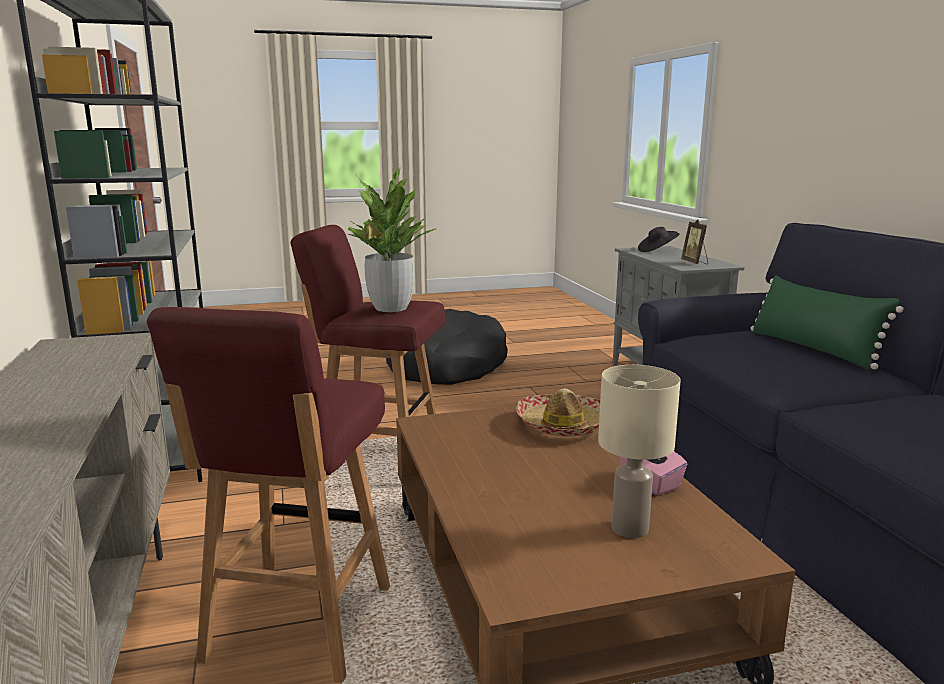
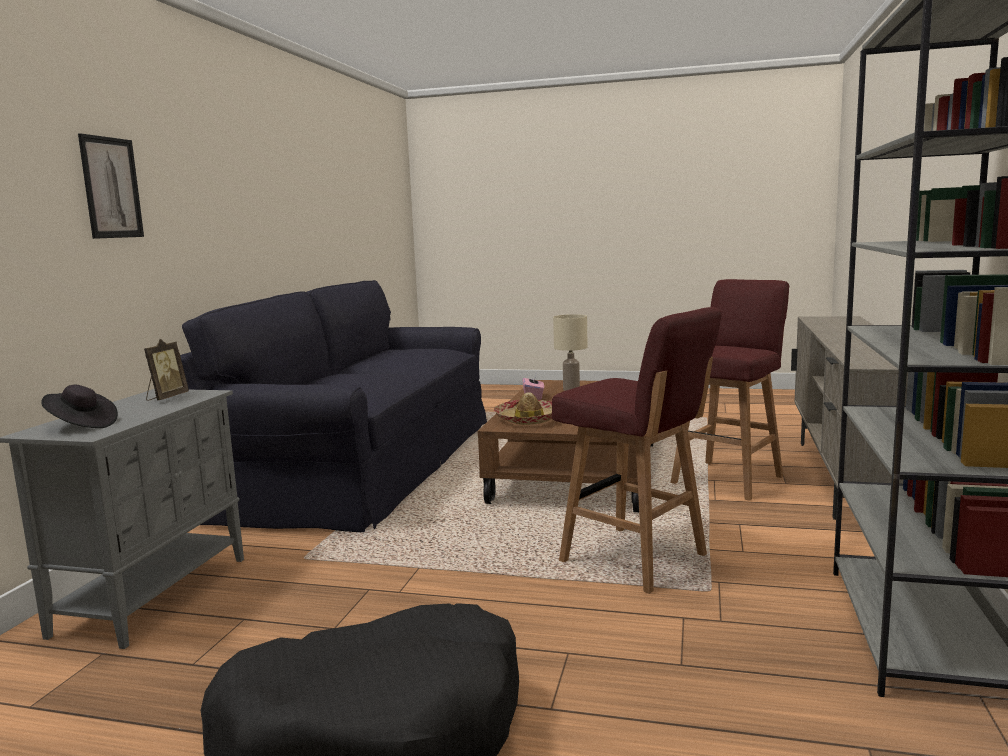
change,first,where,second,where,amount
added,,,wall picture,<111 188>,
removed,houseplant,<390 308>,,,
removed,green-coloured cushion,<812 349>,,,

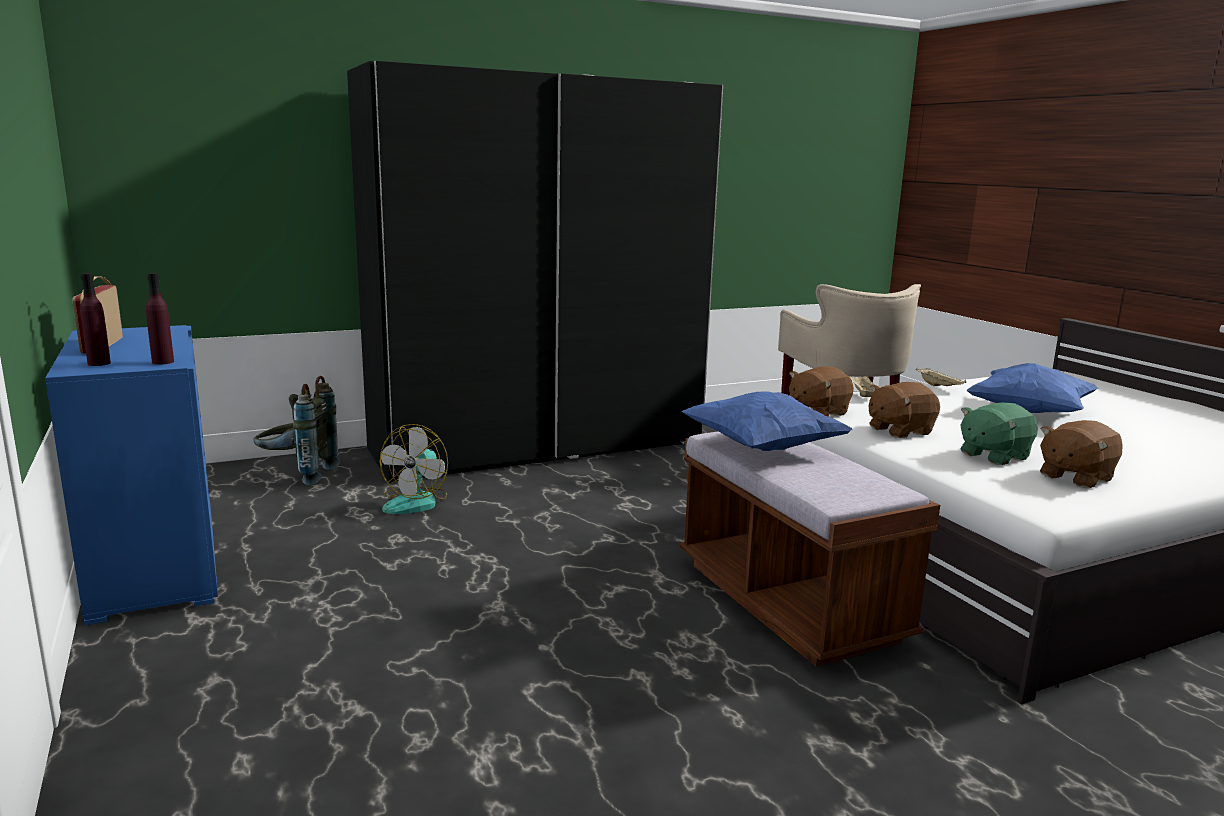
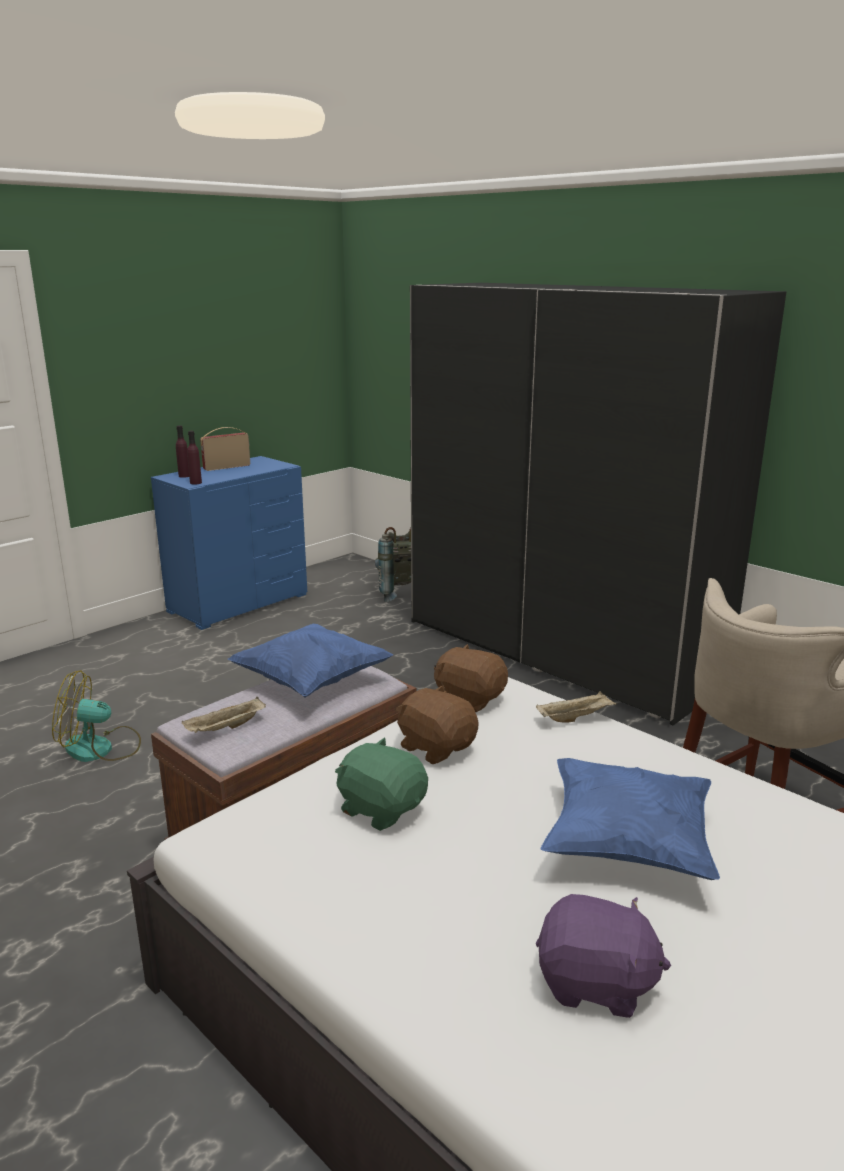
change,first,where,second,where,amount
moved,electric fan,<417 502>,,<100 748>,
moved,beige carrying tray,<939 386>,,<225 728>,
added,,,purplish cuddly toy,<595 984>,
removed,brown cuddly toy,<1075 477>,,,

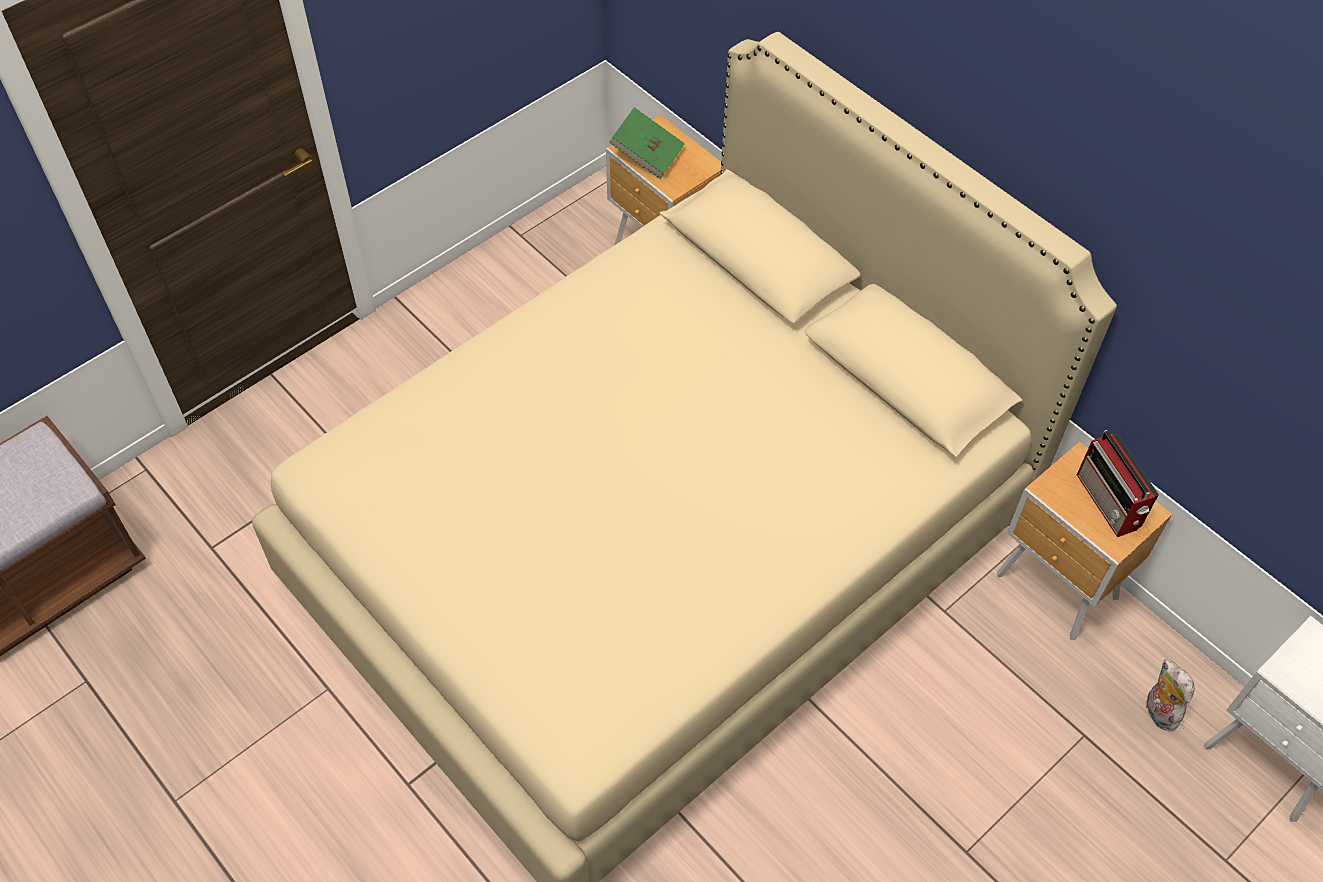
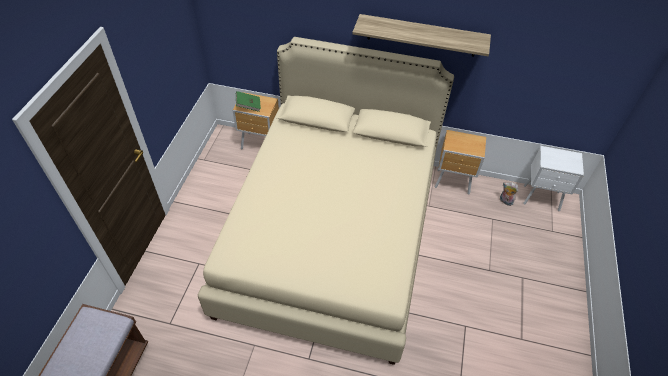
change,first,where,second,where,amount
added,,,wall shelf,<422 35>,
removed,radio receiver,<1108 503>,,,

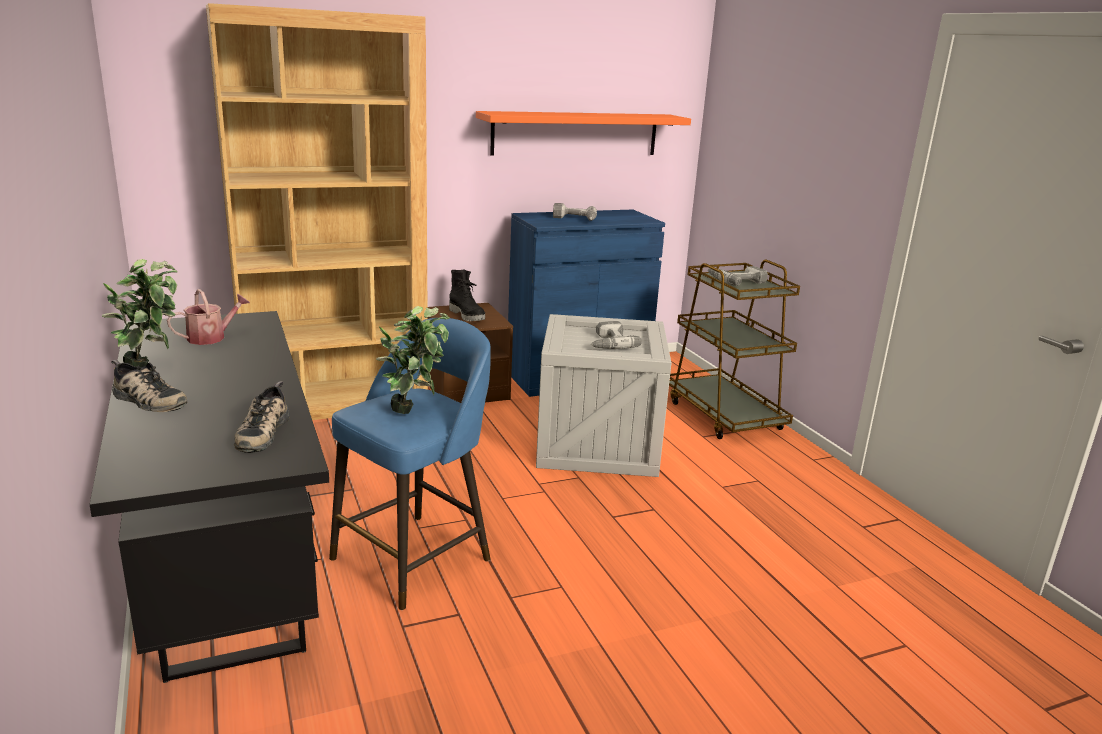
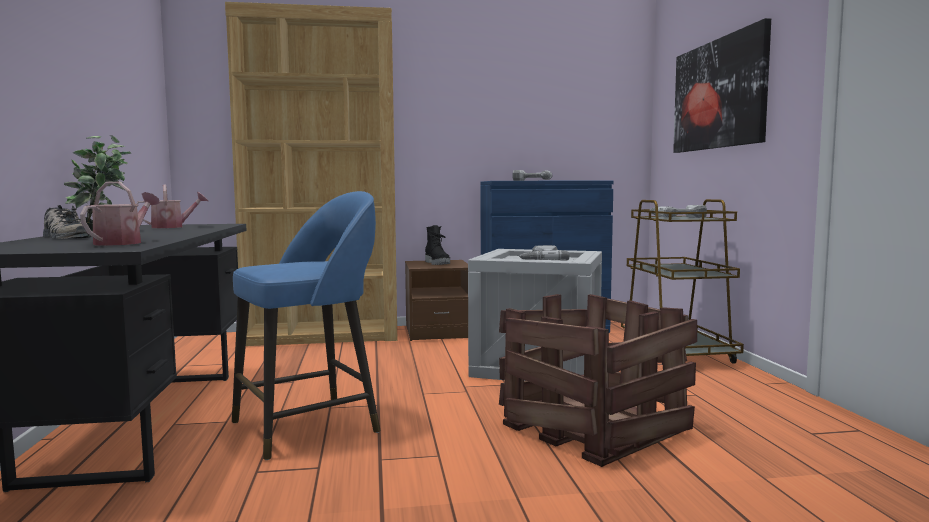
change,first,where,second,where,amount
replaced,low shoe,<261 432>,watering can,<122 243>,
added,,,packing crate,<595 427>,
added,,,wall picture,<718 94>,
removed,houseplant,<415 409>,,,
removed,orange-coloured wall shelf,<576 134>,,,

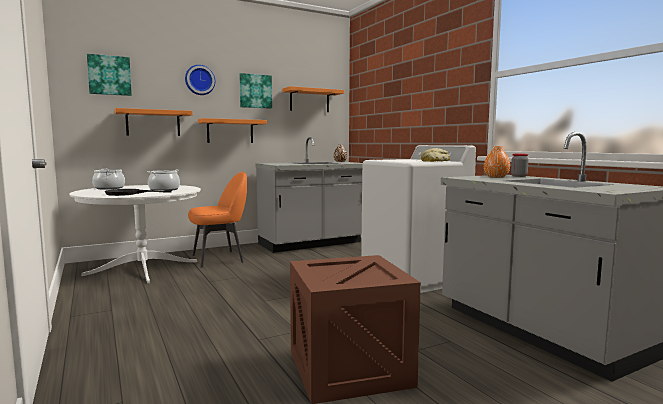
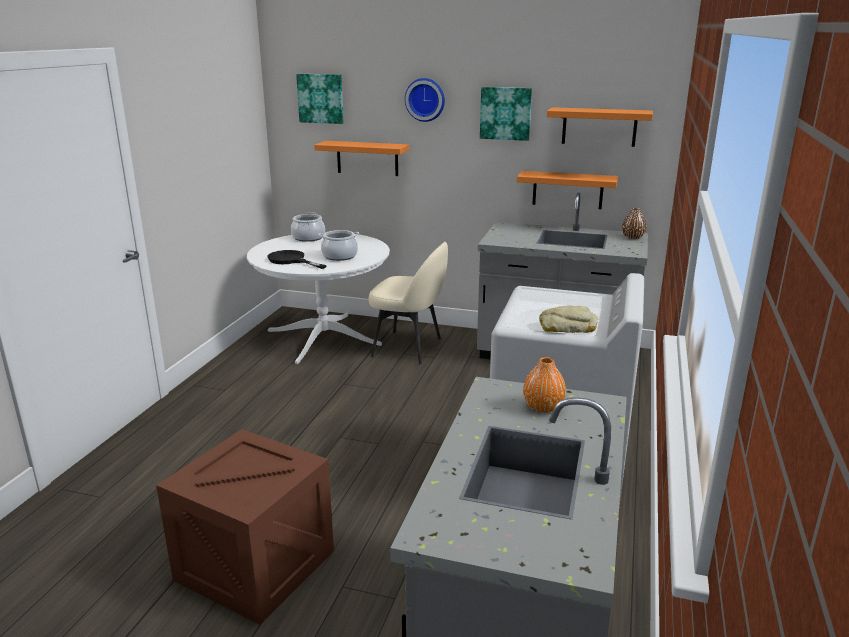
change,first,where,second,where,amount
recoloured,orange-coloured upright chair,<219 258>,beige upright chair,<409 348>,
moved,orange-coloured wall shelf,<230 131>,,<567 190>,
removed,jar,<519 176>,,,

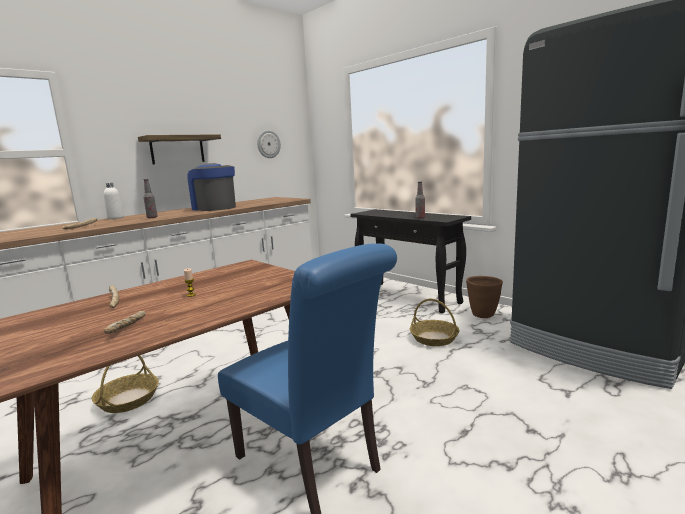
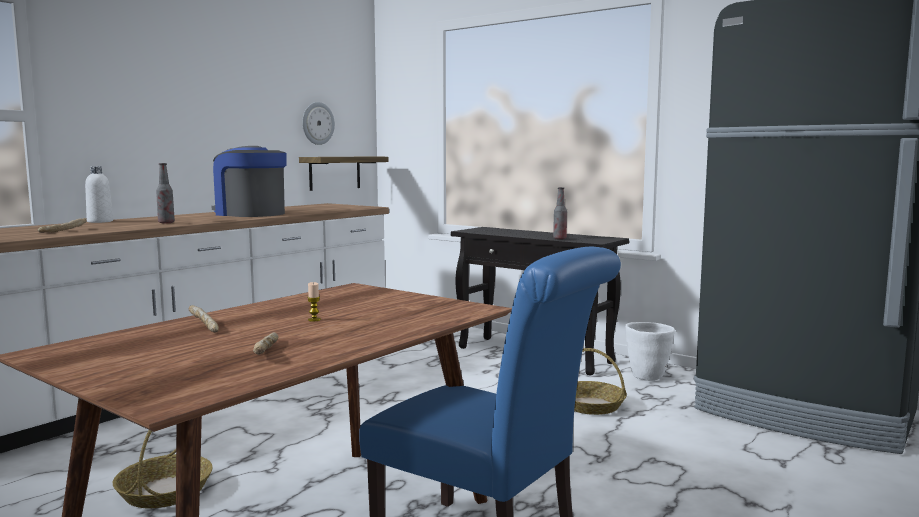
change,first,where,second,where,amount
moved,wall shelf,<177 149>,,<335 173>,
recoloured,brown flower pot,<483 315>,white-coloured flower pot,<647 376>,

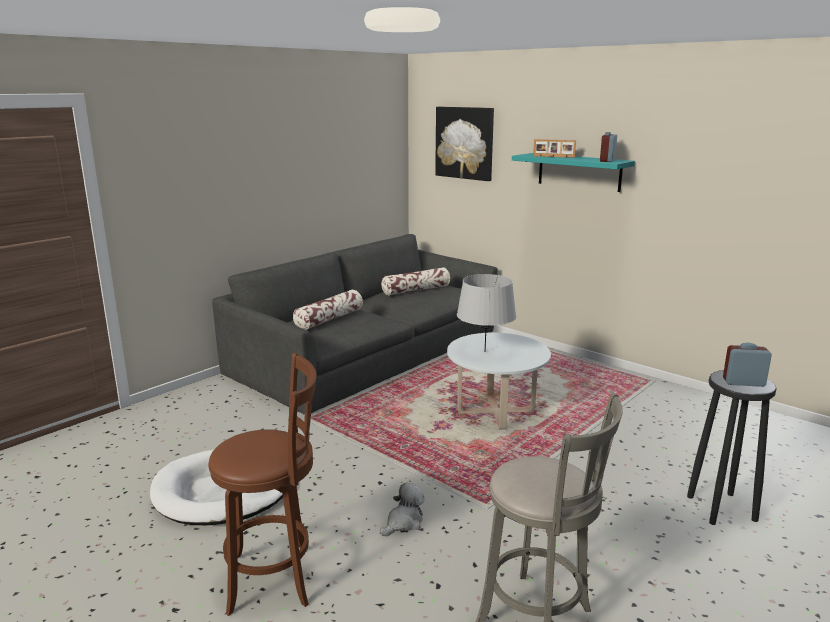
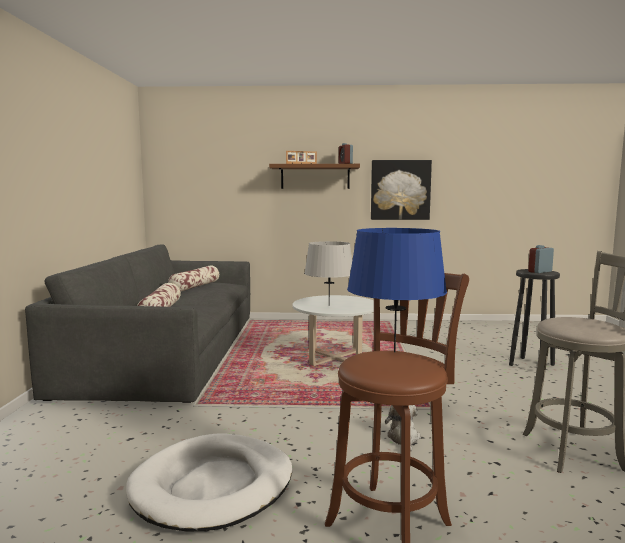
change,first,where,second,where,amount
recoloured,turquoise-coloured wall shelf,<579 172>,brown wall shelf,<315 177>,
added,,,blue lamp for a table,<395 352>,
moved,wall picture,<464 143>,,<400 190>,

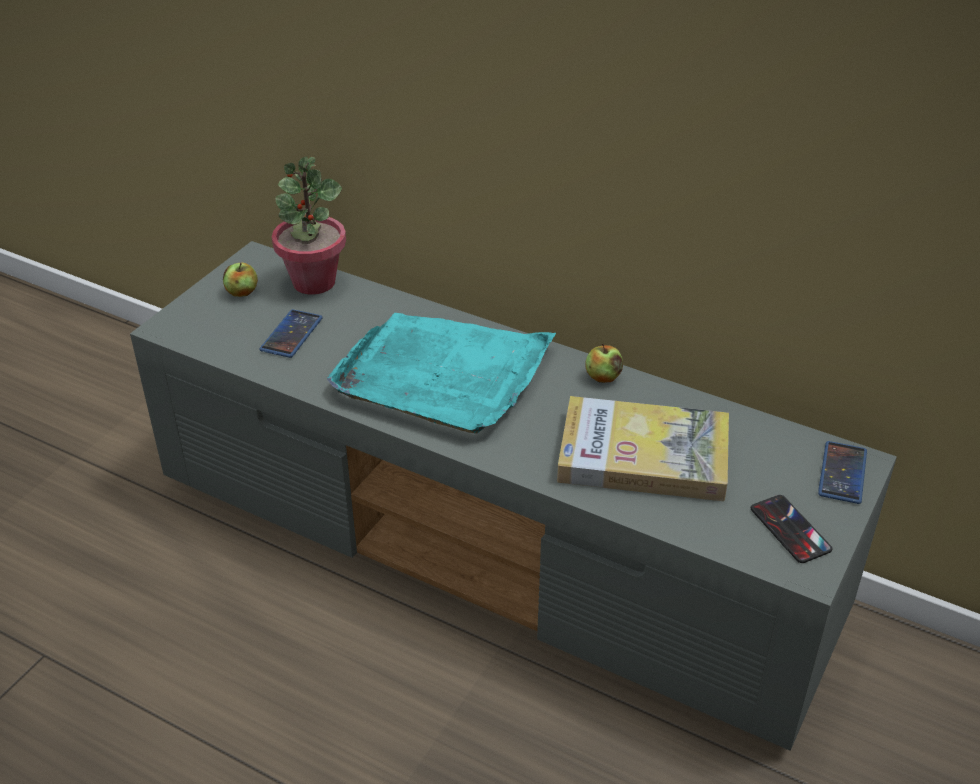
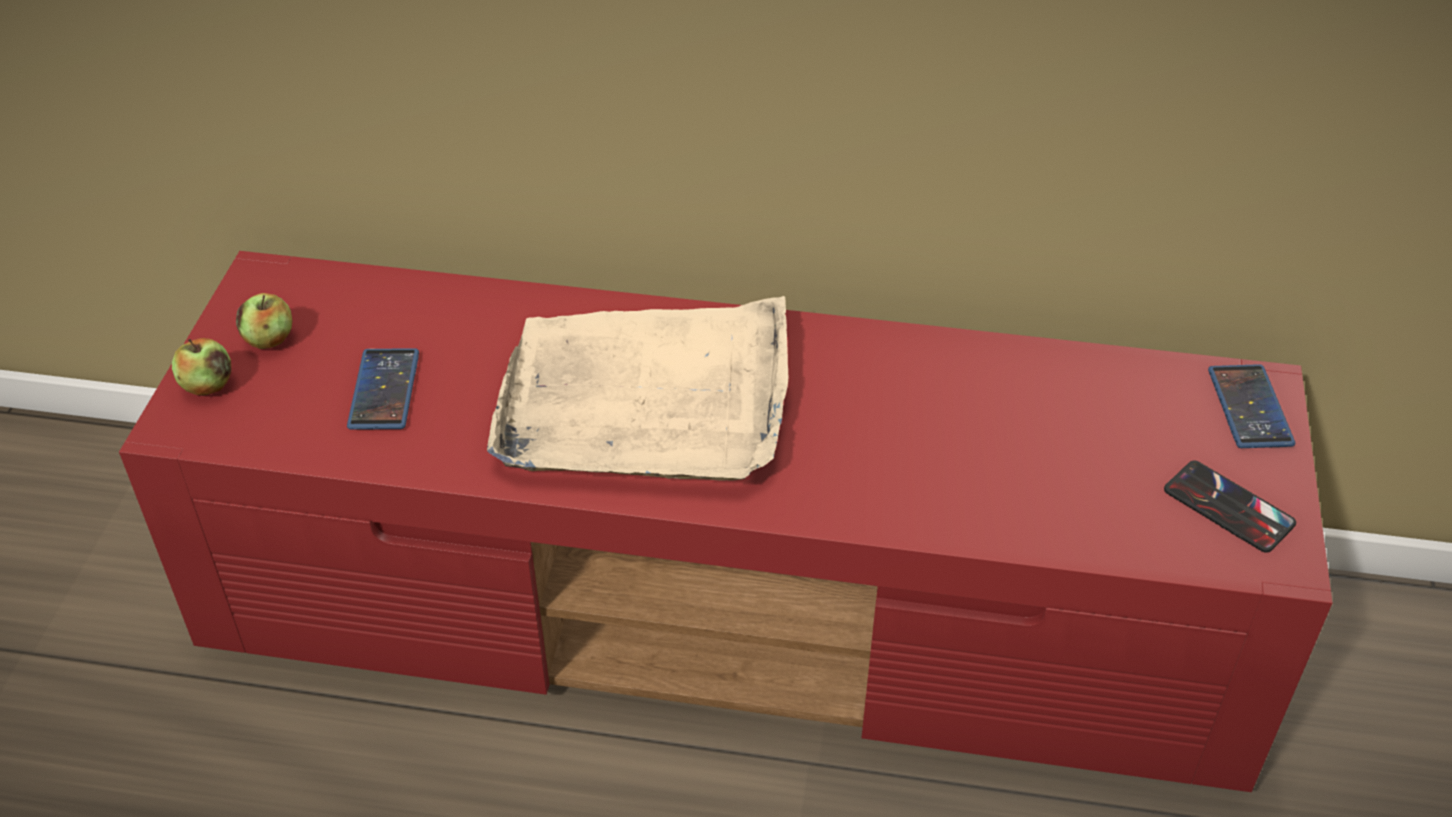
change,first,where,second,where,amount
recoloured,gray media console,<495 544>,red media console,<733 613>,
moved,apple,<603 377>,,<207 385>,
recoloured,turquoise-coloured carrying tray,<443 375>,beige carrying tray,<647 400>,
removed,houseplant,<314 282>,,,
removed,book,<643 455>,,,

